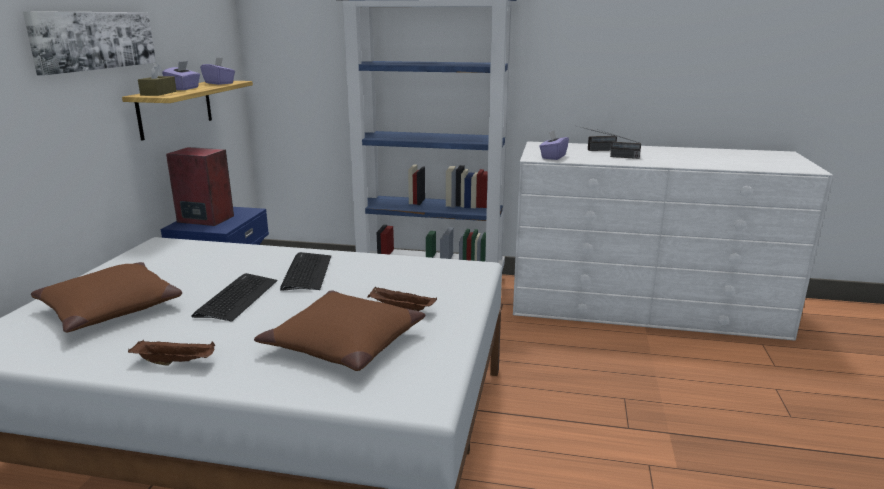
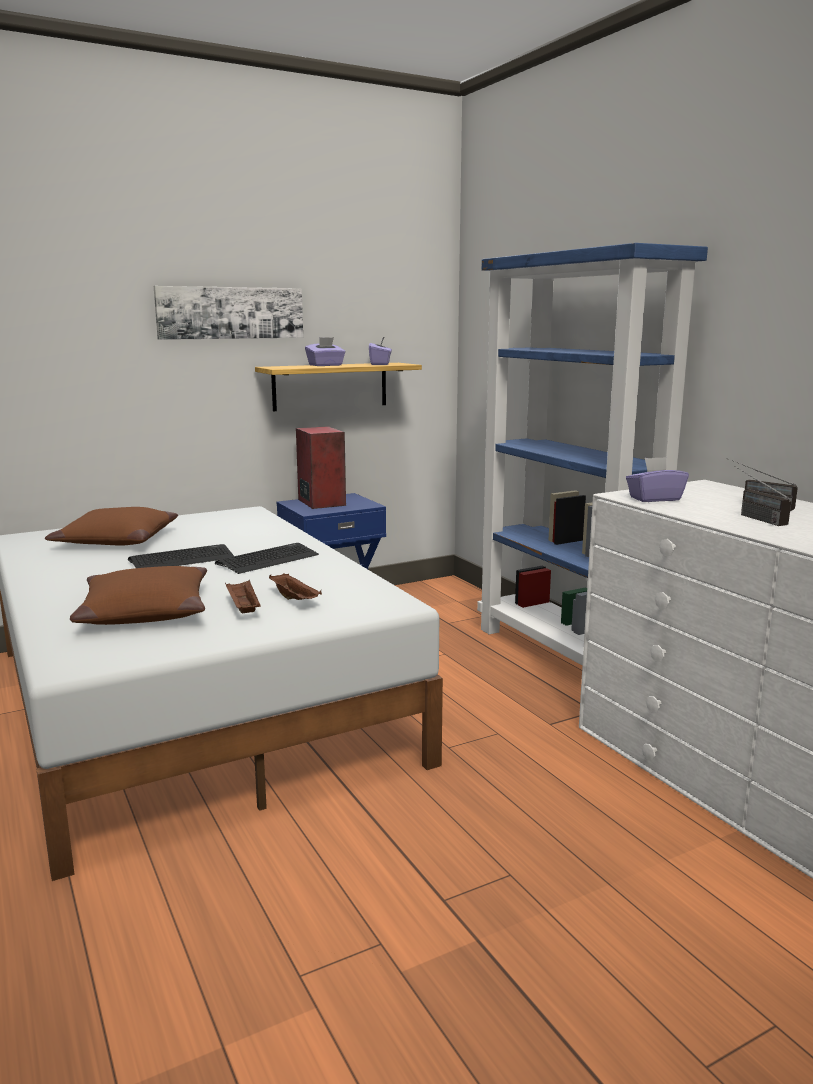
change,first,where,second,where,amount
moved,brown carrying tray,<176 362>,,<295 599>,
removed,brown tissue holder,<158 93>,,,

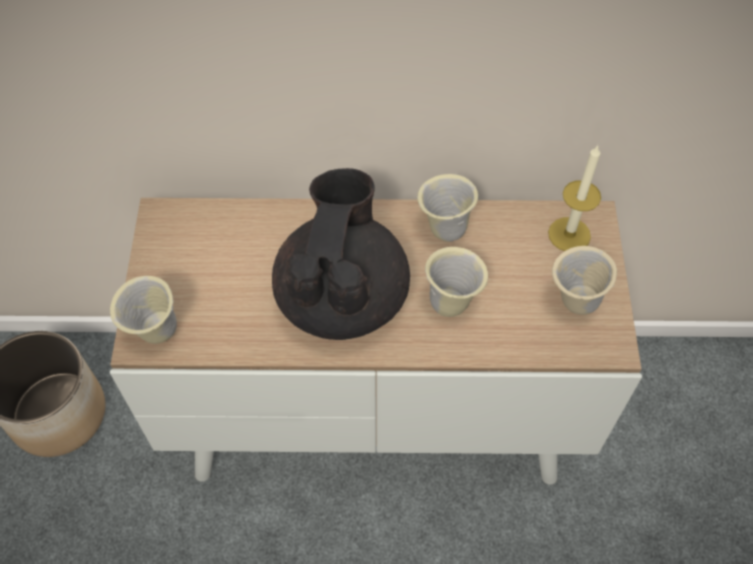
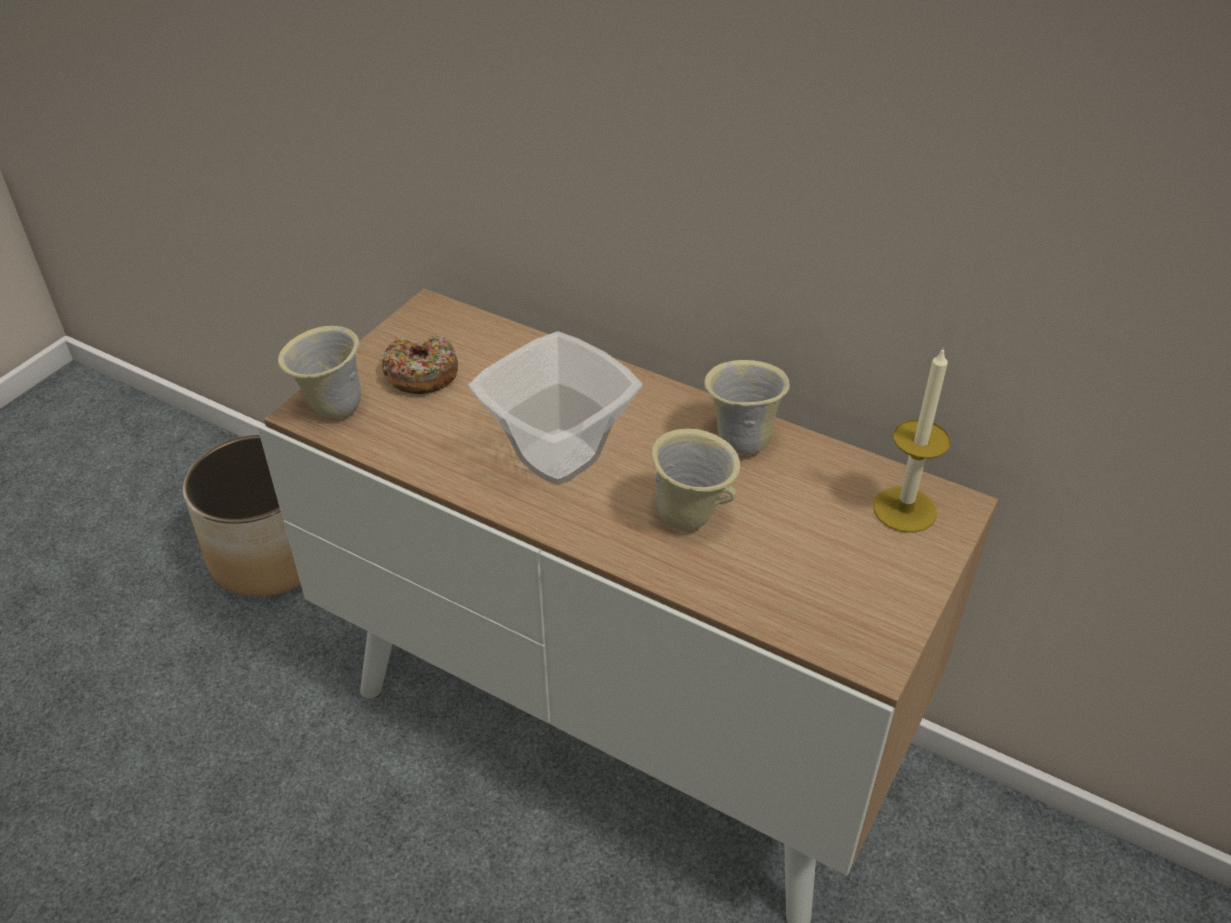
change,first,where,second,where,amount
added,,,donut,<421 374>,
replaced,black teapot,<342 296>,serving bowl,<562 458>,
removed,beige mug,<573 302>,,,

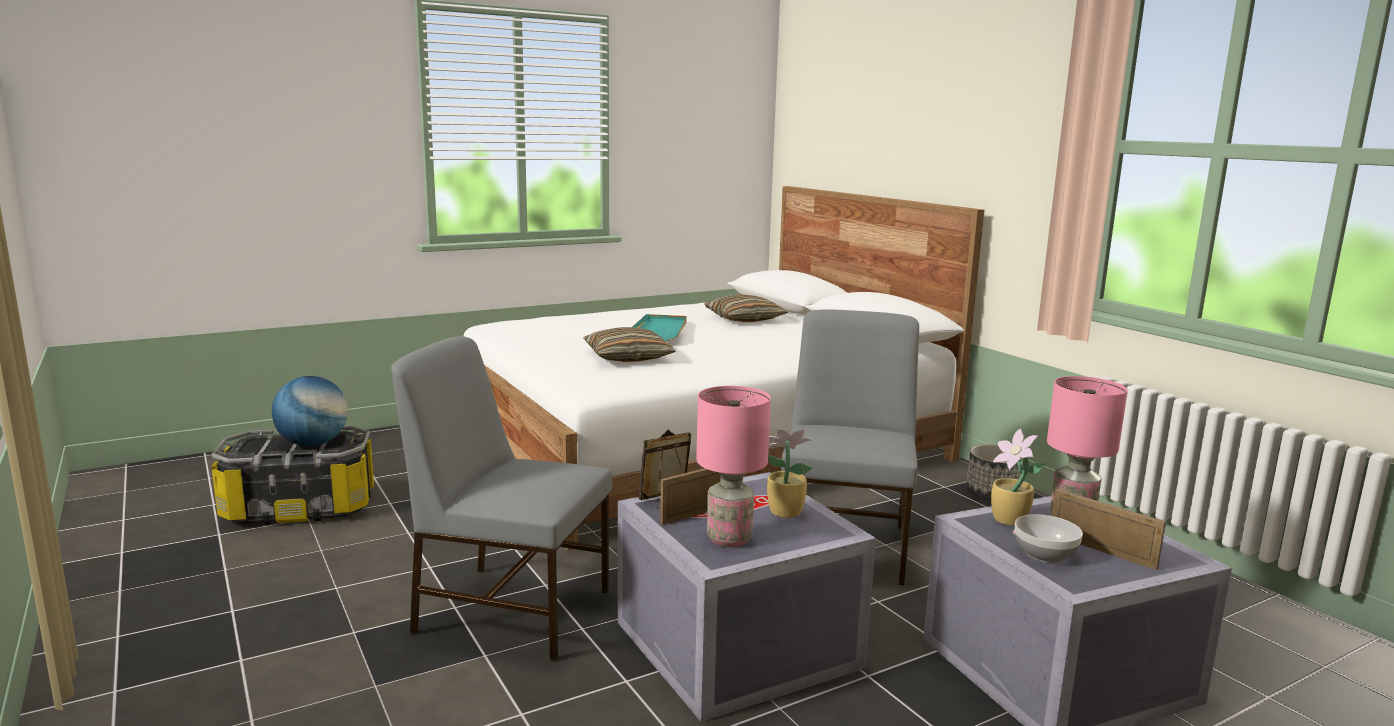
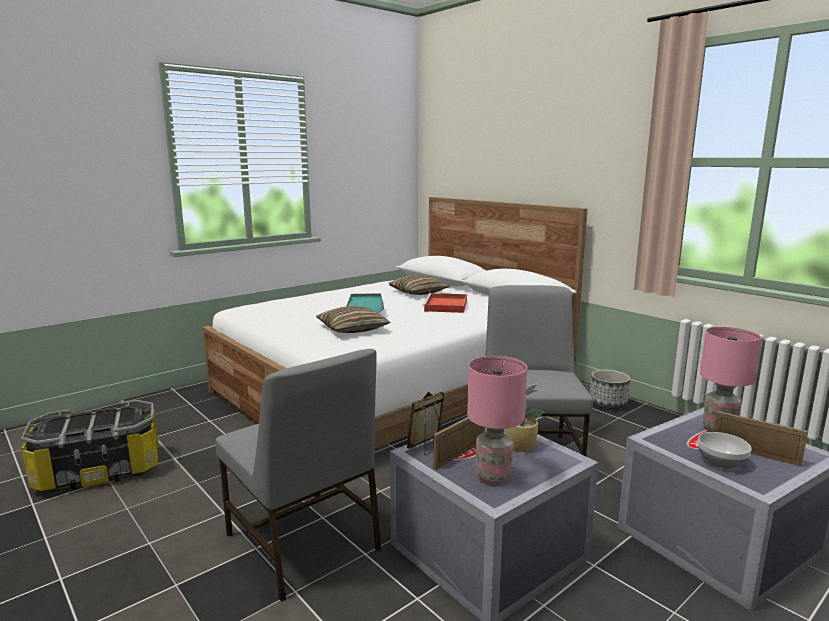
change,first,where,second,where,amount
turned,gray upright chair,<511 609>,,<302 544>,135 degrees counterclockwise
added,,,red carrying tray,<446 306>,
removed,desk globe,<313 444>,,,
removed,houseplant,<1009 521>,,,

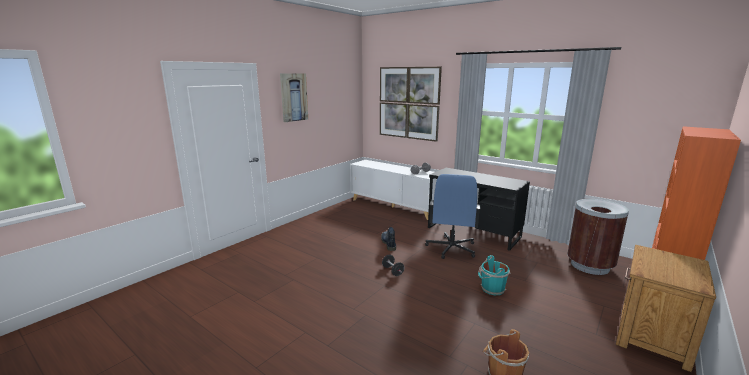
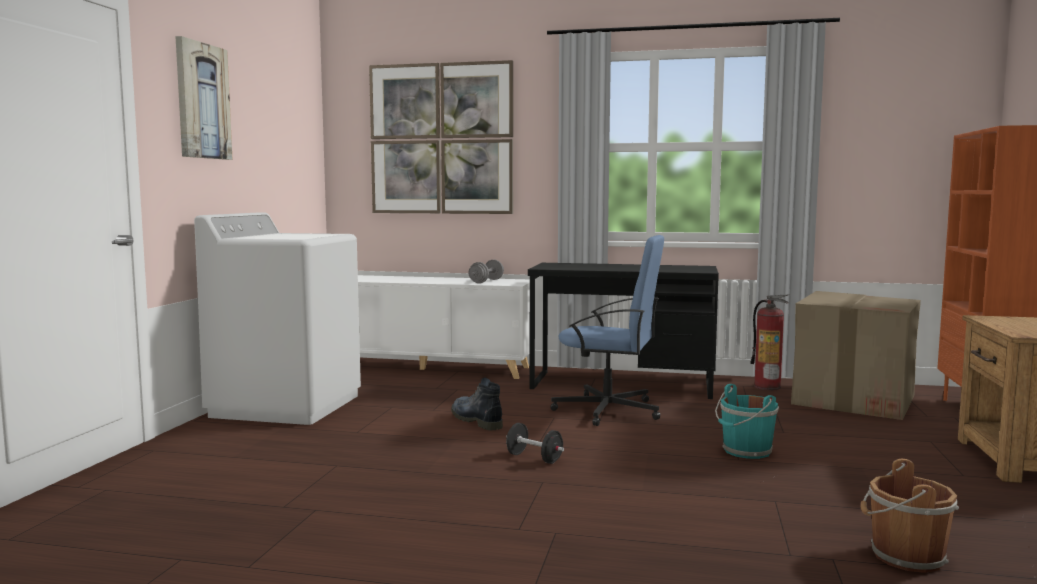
change,first,where,second,where,amount
added,,,white-coloured washing machine,<286 405>,
turned,blue desk chair,<451 248>,,<609 410>,60 degrees counterclockwise
added,,,extinguisher,<767 387>,
replaced,brown trash can,<590 266>,carton,<853 399>,

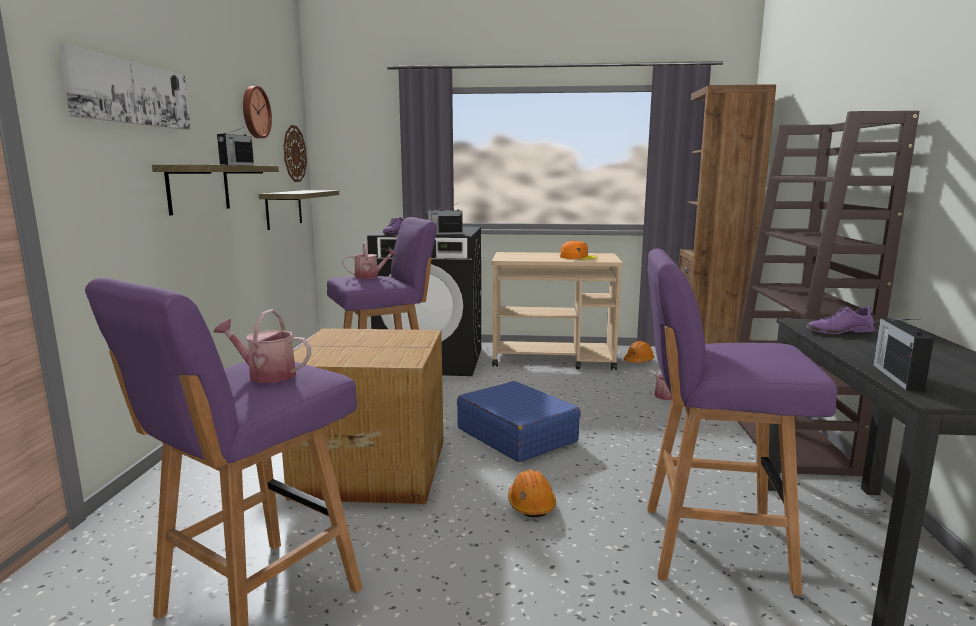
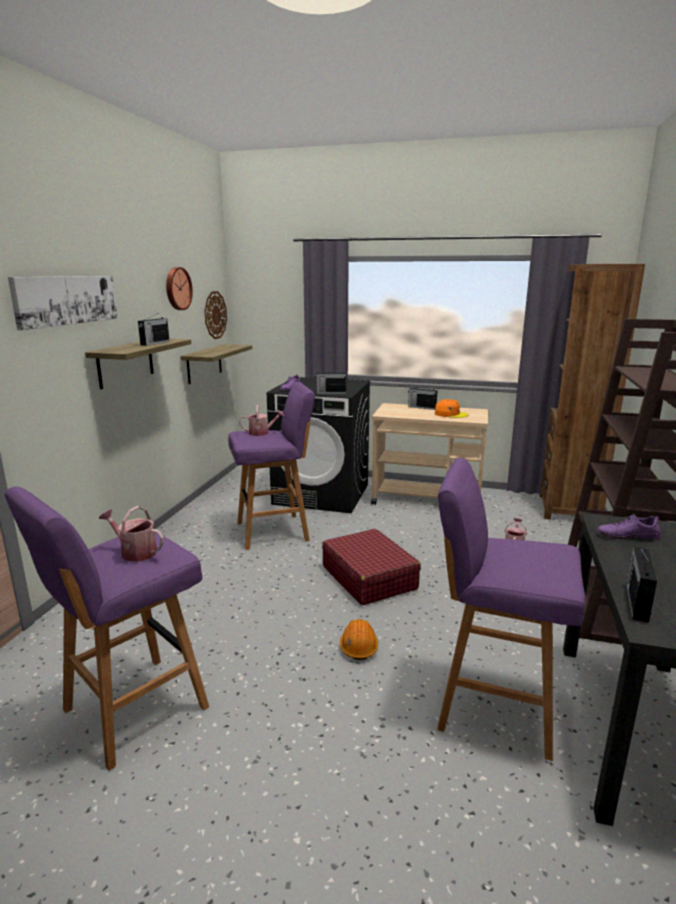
change,first,where,second,where,amount
recoloured,blue suitcase,<516 435>,red suitcase,<369 577>,
added,,,radio receiver,<421 407>,
removed,carton,<370 467>,,,
removed,orange-coloured hard hat,<638 361>,,,

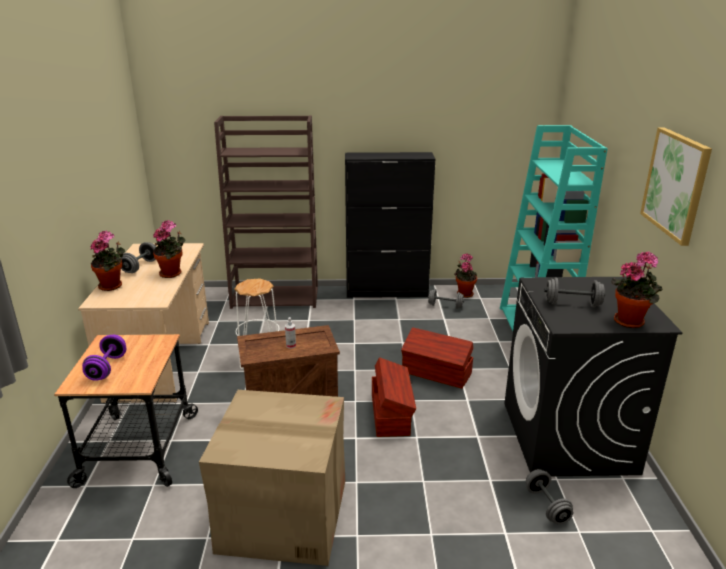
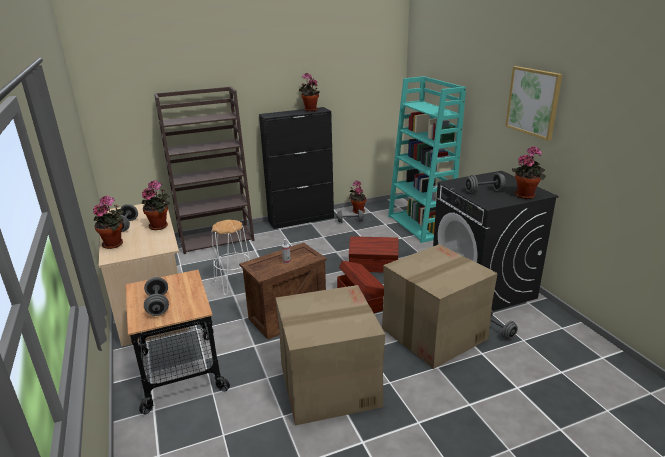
change,first,where,second,where,amount
recoloured,purplish dumbbell,<107 368>,gray dumbbell,<158 305>,
added,,,houseplant,<309 110>,
added,,,carton,<433 333>,

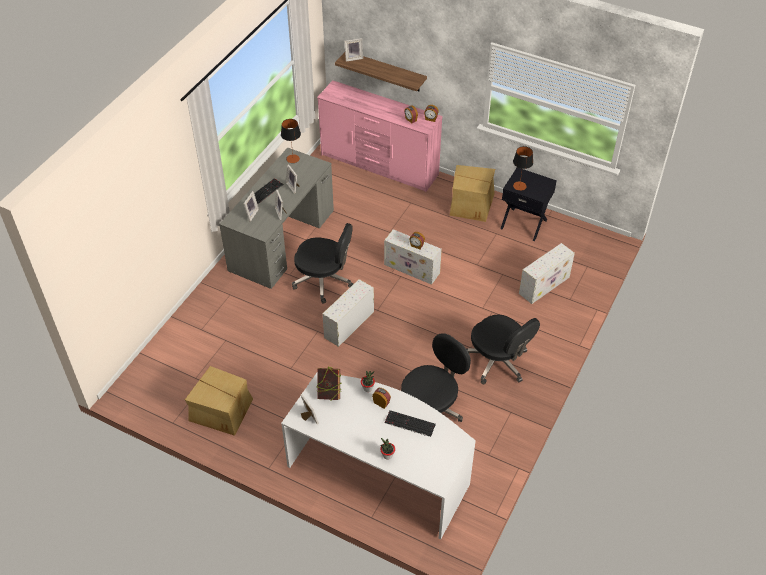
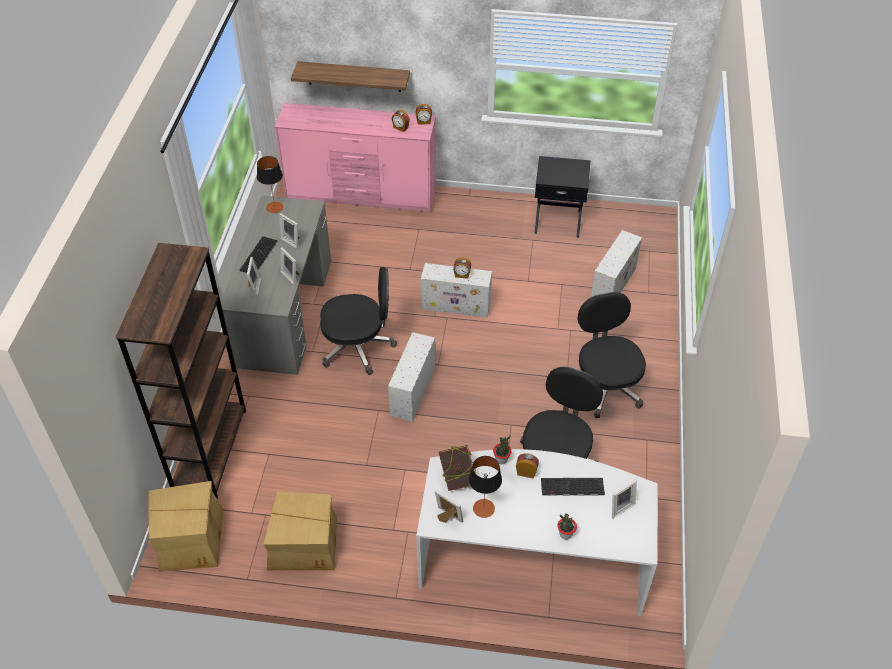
change,first,where,second,where,amount
added,,,brown bookshelf,<210 450>,
moved,carton,<471 204>,,<190 539>,
moved,lamp for a table,<519 186>,,<483 508>,
turned,black desk chair,<498 362>,,<605 386>,135 degrees counterclockwise
moved,standing frame,<353 58>,,<619 507>,

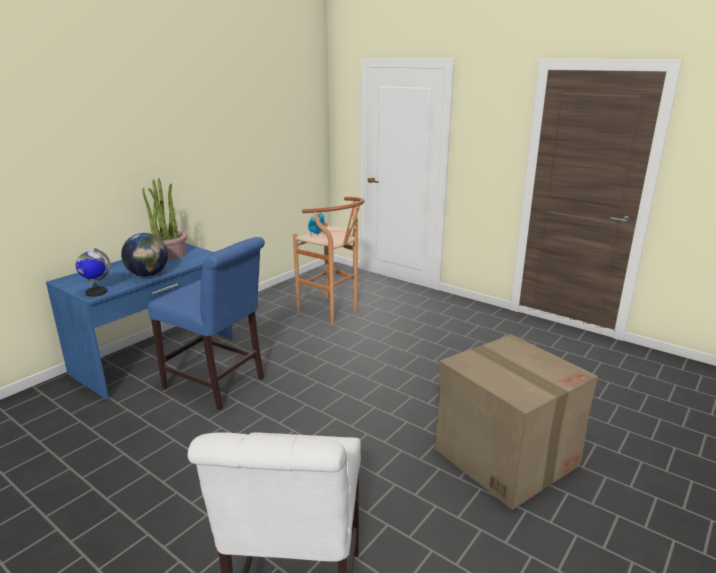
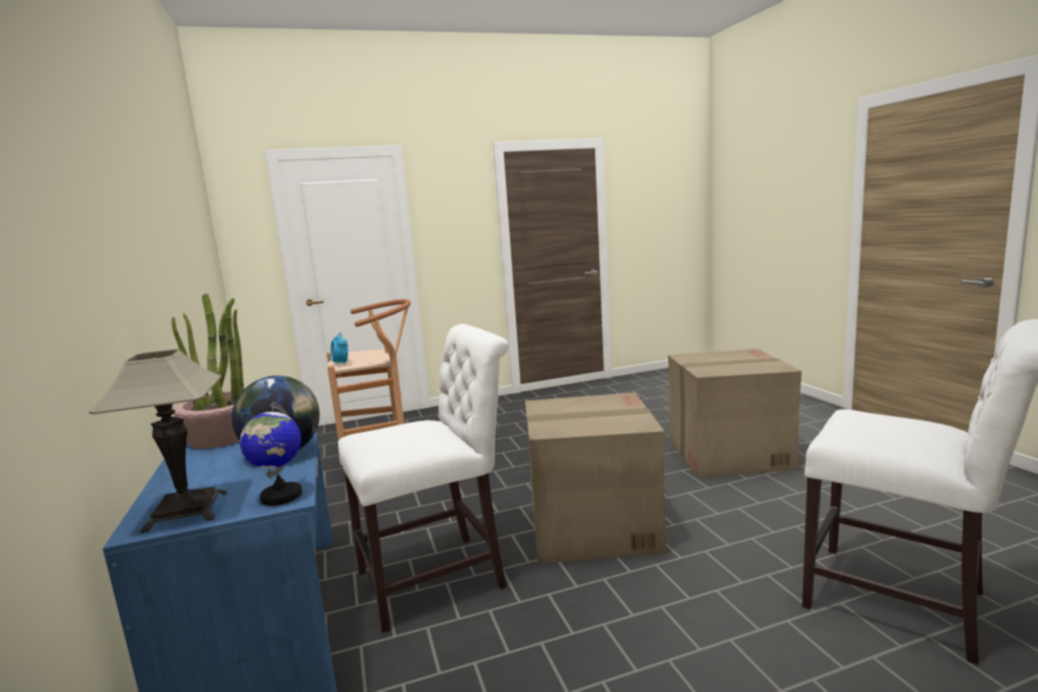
change,first,where,second,where,amount
added,,,lamp for a table,<186 511>,
recoloured,blue upright chair,<218 384>,white-coloured upright chair,<439 577>,
added,,,carton,<591 525>,

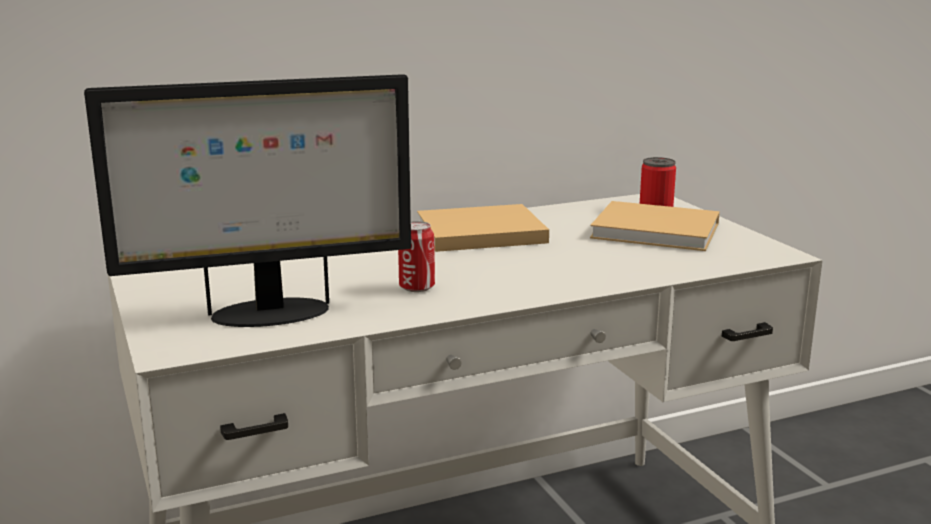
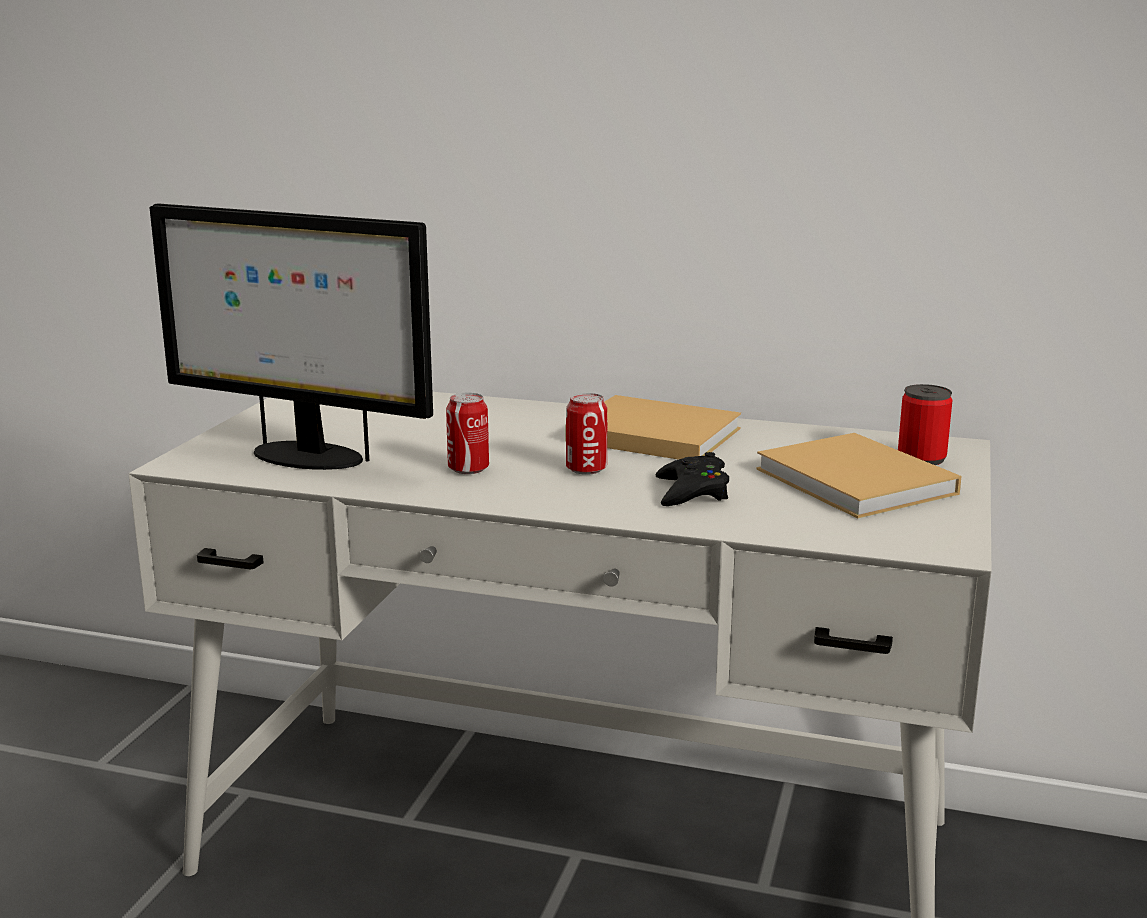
change,first,where,second,where,amount
added,,,can,<586 469>,
added,,,black joypad,<692 491>,

